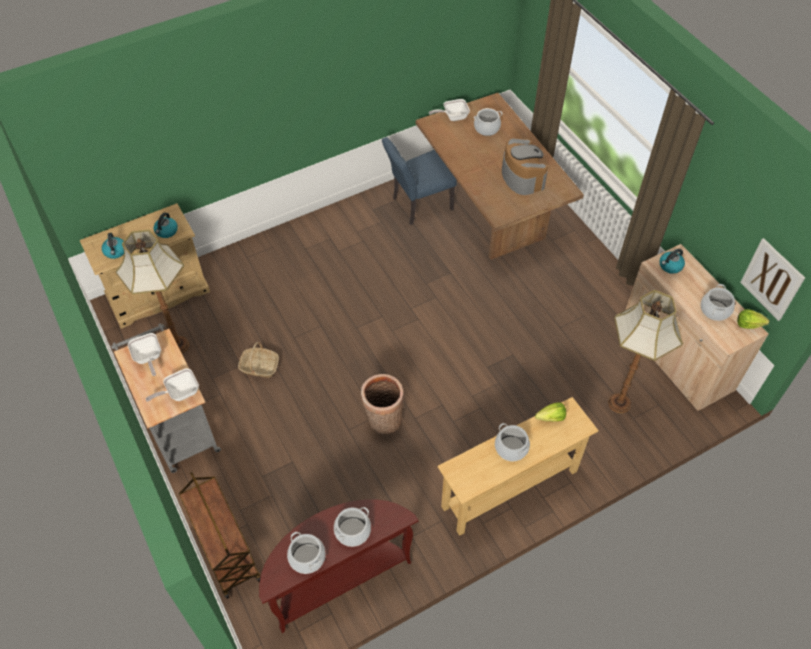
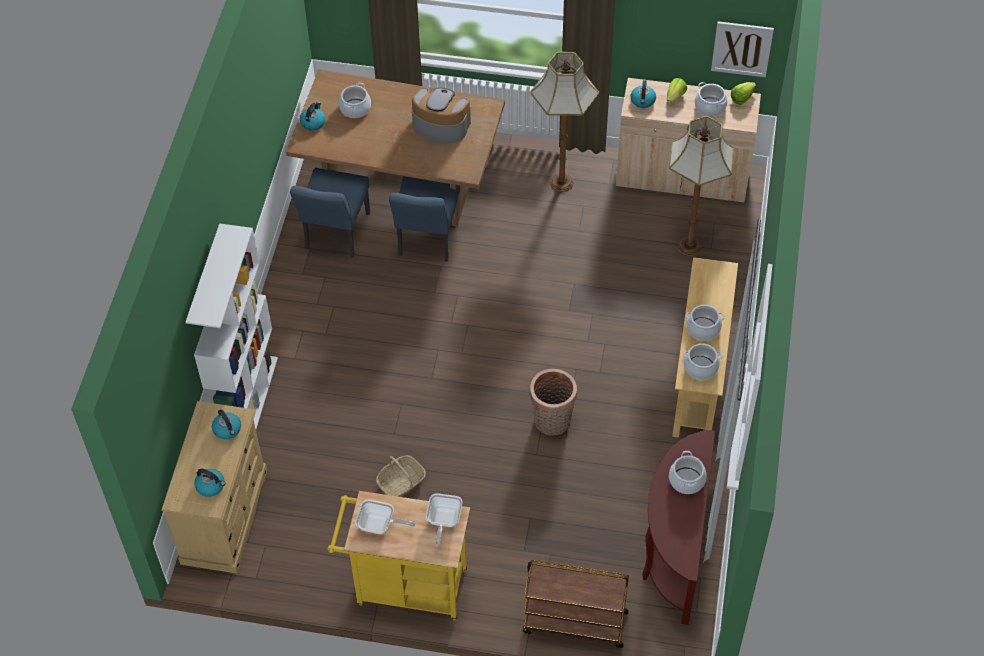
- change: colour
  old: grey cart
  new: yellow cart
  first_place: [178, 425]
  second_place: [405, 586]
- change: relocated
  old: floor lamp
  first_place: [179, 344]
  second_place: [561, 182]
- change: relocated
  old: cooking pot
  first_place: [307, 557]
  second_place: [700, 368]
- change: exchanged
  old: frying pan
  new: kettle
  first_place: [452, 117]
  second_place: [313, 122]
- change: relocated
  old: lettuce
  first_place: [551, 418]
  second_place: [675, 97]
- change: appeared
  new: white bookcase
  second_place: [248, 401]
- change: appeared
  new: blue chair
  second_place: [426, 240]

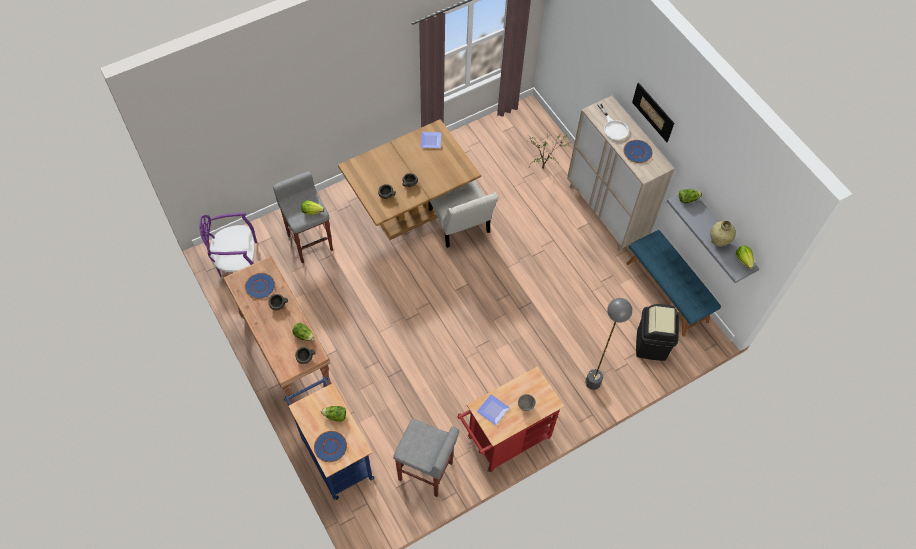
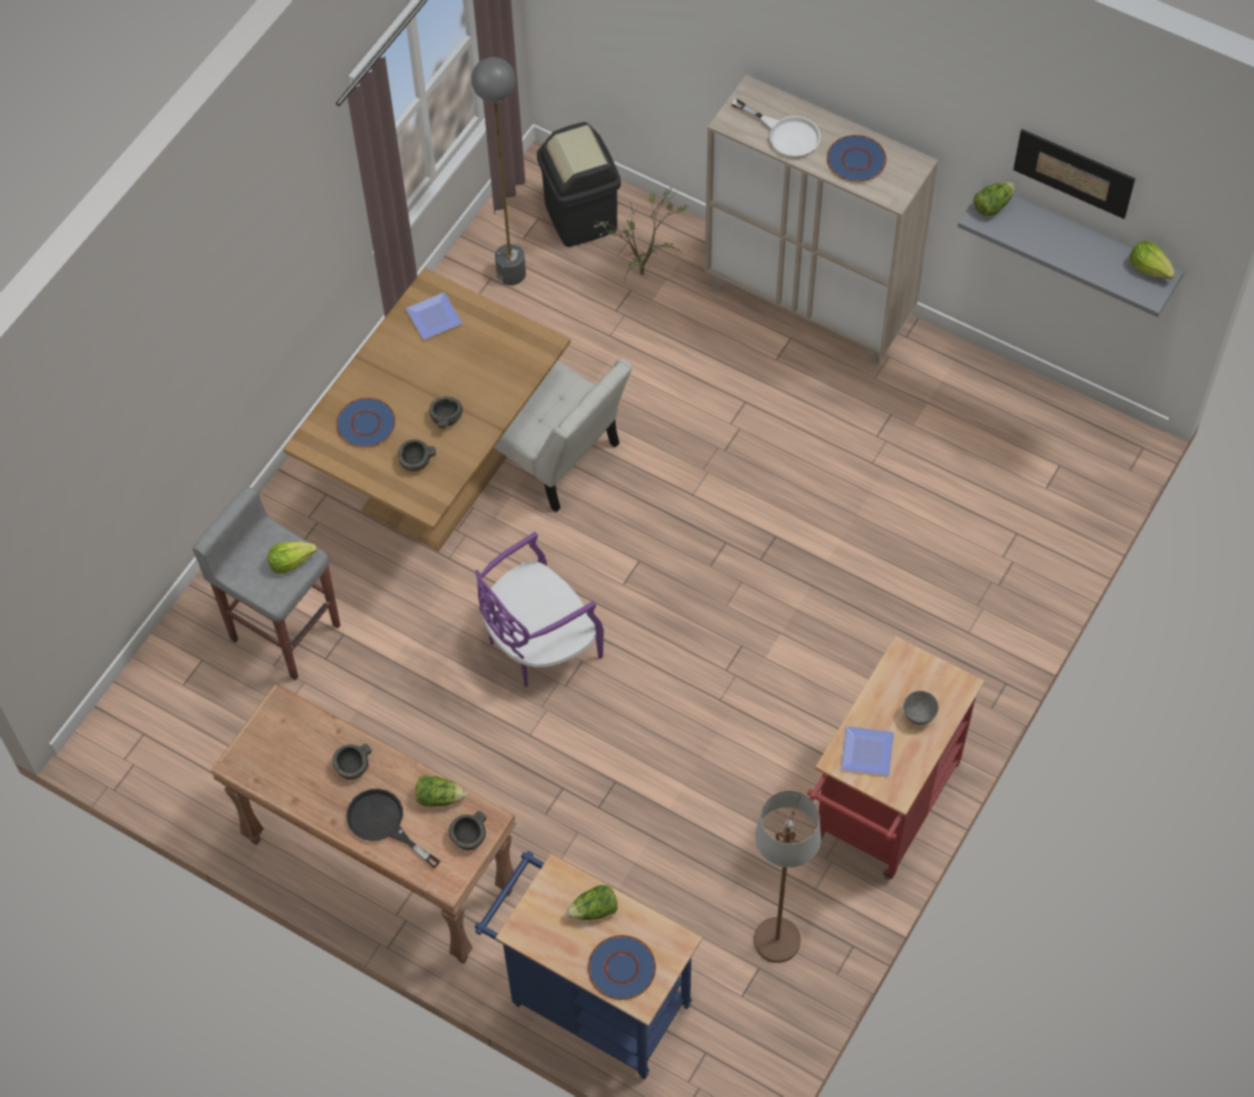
- change: relocated
  old: purple chair
  first_place: [237, 262]
  second_place: [539, 644]
- change: relocated
  old: blue plate
  first_place: [260, 286]
  second_place: [366, 423]
- change: exchanged
  old: grey stool
  new: brown floor lamp
  first_place: [426, 472]
  second_place: [777, 941]
- change: relocated
  old: grey floor lamp
  first_place: [593, 382]
  second_place: [511, 273]
- change: missing
  old: blue bench
  first_place: [667, 292]
- change: relocated
  old: picture
  first_place: [653, 112]
  second_place: [1073, 173]
- change: relocated
  old: black trash can
  first_place: [651, 345]
  second_place: [581, 217]
- change: missing
  old: beige vase
  first_place: [718, 241]
- change: appeared
  new: black frying pan
  second_place: [383, 824]

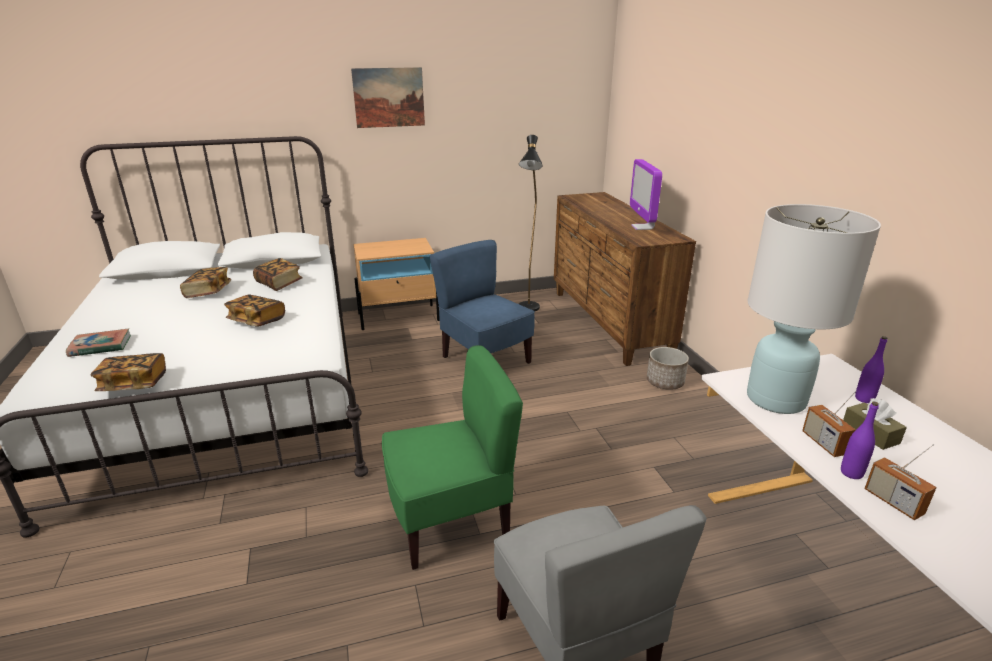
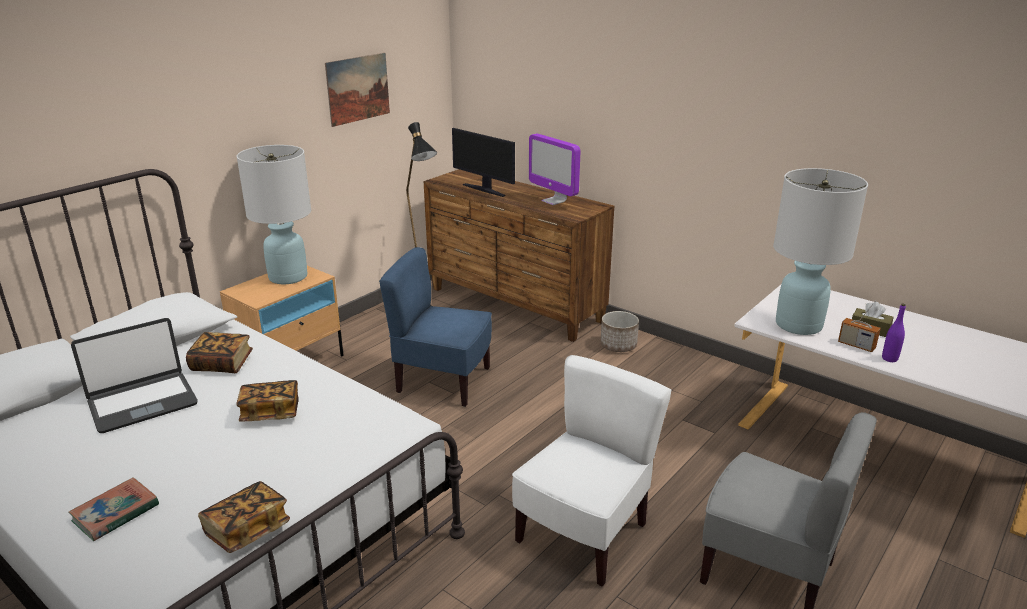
- change: exchanged
  old: book
  new: laptop
  first_place: [208, 292]
  second_place: [142, 403]
- change: relocated
  old: picture
  first_place: [389, 97]
  second_place: [358, 89]
- change: colour
  old: green chair
  new: white chair
  first_place: [450, 520]
  second_place: [584, 534]
- change: missing
  old: purple bottle
  first_place: [864, 399]
- change: missing
  old: radio
  first_place: [893, 502]
- change: appeared
  new: white table lamp
  second_place: [287, 277]
- change: appeared
  new: monitor
  second_place: [484, 190]

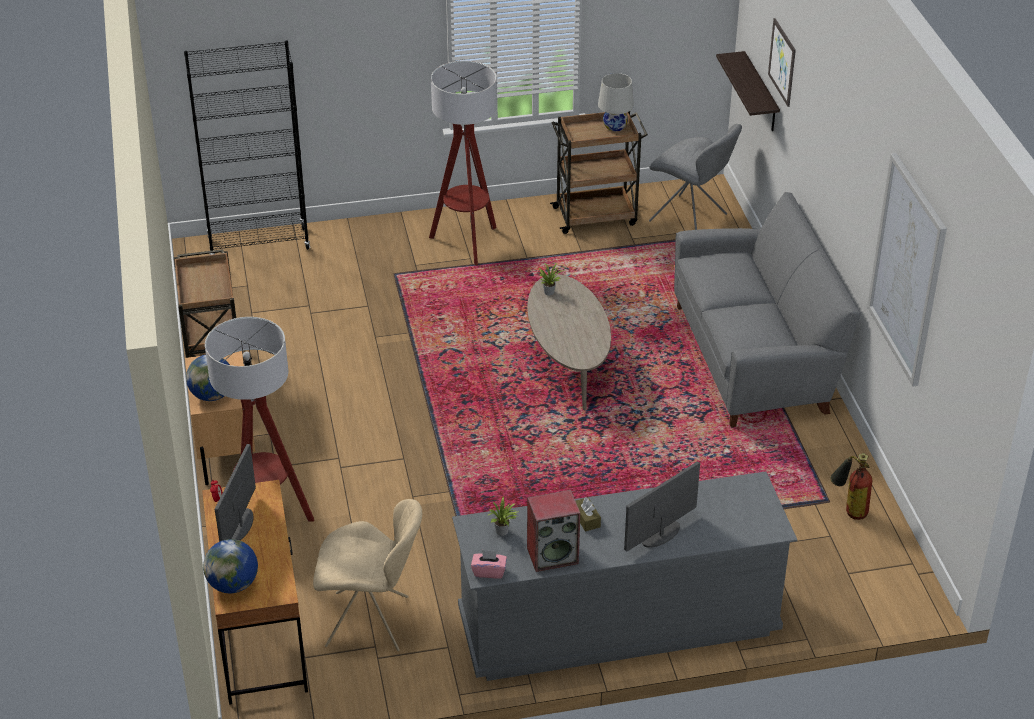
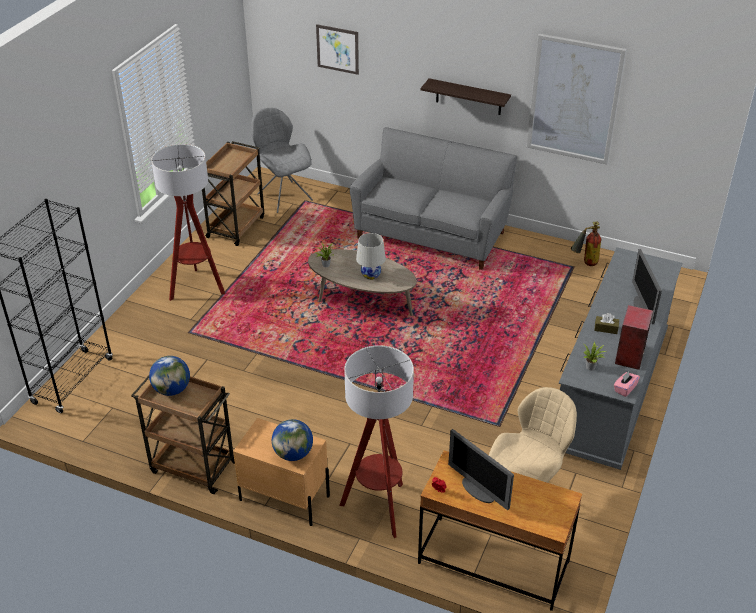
- change: relocated
  old: globe
  first_place: [233, 584]
  second_place: [172, 390]
- change: relocated
  old: white table lamp
  first_place: [615, 126]
  second_place: [371, 275]
- change: spun
  old: grey chair
  first_place: [690, 219]
  second_place: [284, 196]
  degrees: -105
- change: relocated
  old: shelf
  first_place: [760, 93]
  second_place: [468, 97]

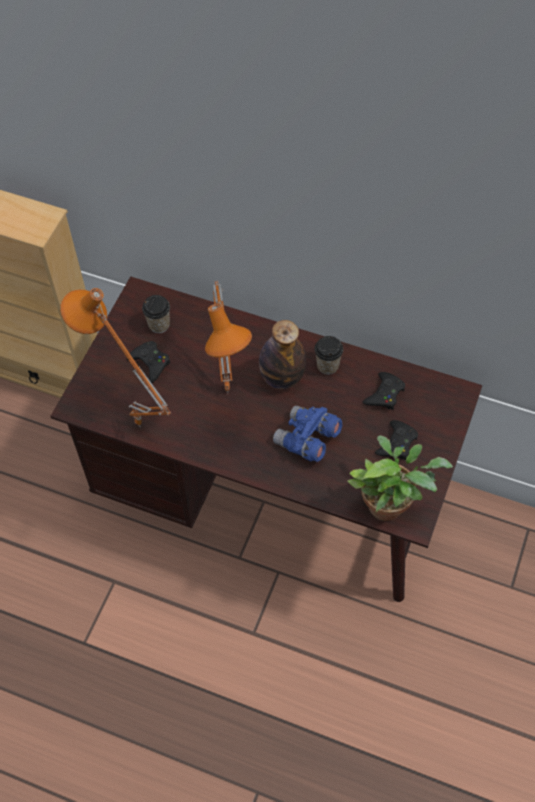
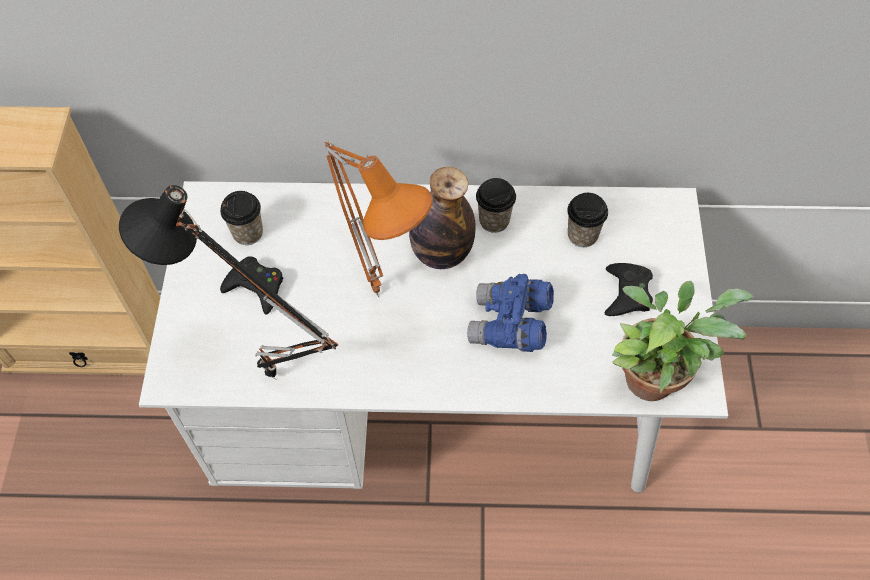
- change: colour
  old: brown desk
  new: white desk
  first_place: [271, 501]
  second_place: [438, 419]
- change: colour
  old: orange table lamp
  new: black table lamp
  first_place: [135, 427]
  second_place: [268, 381]
- change: exchanged
  old: black game controller
  new: cup
  first_place: [384, 394]
  second_place: [582, 235]

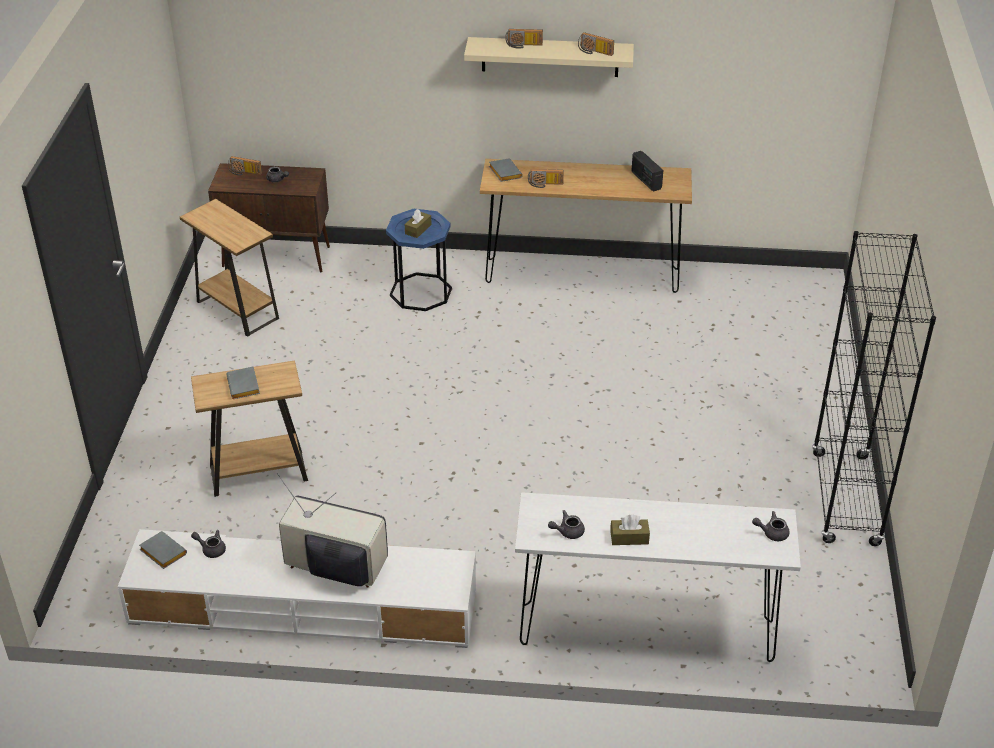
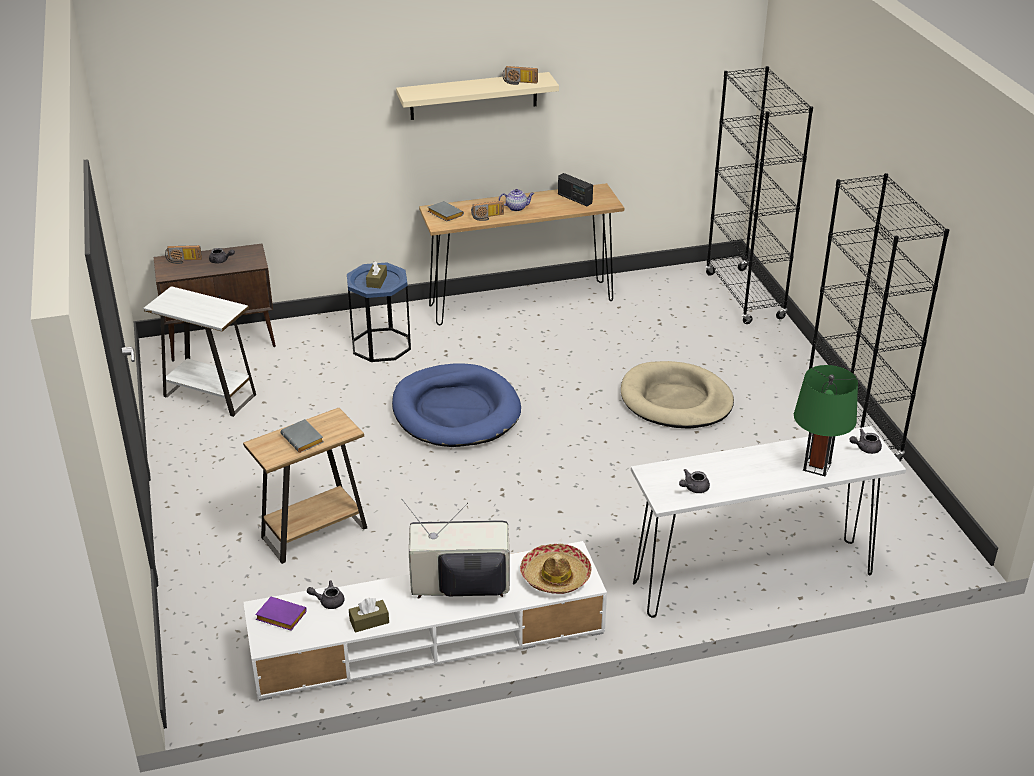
- change: colour
  old: grey book
  new: purple book
  first_place: [161, 553]
  second_place: [279, 617]
- change: colour
  old: brown side table
  new: white side table
  first_place: [237, 310]
  second_place: [210, 395]
- change: missing
  old: radio
  first_place: [523, 45]
- change: relocated
  old: brown tissue box
  first_place: [629, 538]
  second_place: [369, 621]
- change: appeared
  new: blue dog bed
  second_place: [455, 411]
- change: appeared
  new: teapot
  second_place: [516, 208]
- change: appeared
  new: hat
  second_place: [555, 576]
- change: appeared
  new: beige dog bed
  second_place: [676, 400]
- change: appeared
  new: black bookcase
  second_place: [744, 296]
- change: appeared
  new: green table lamp
  second_place: [817, 466]

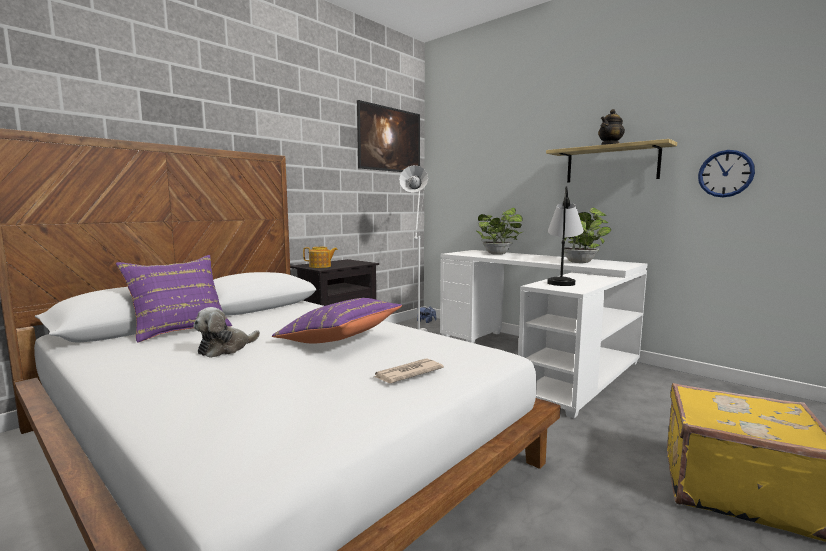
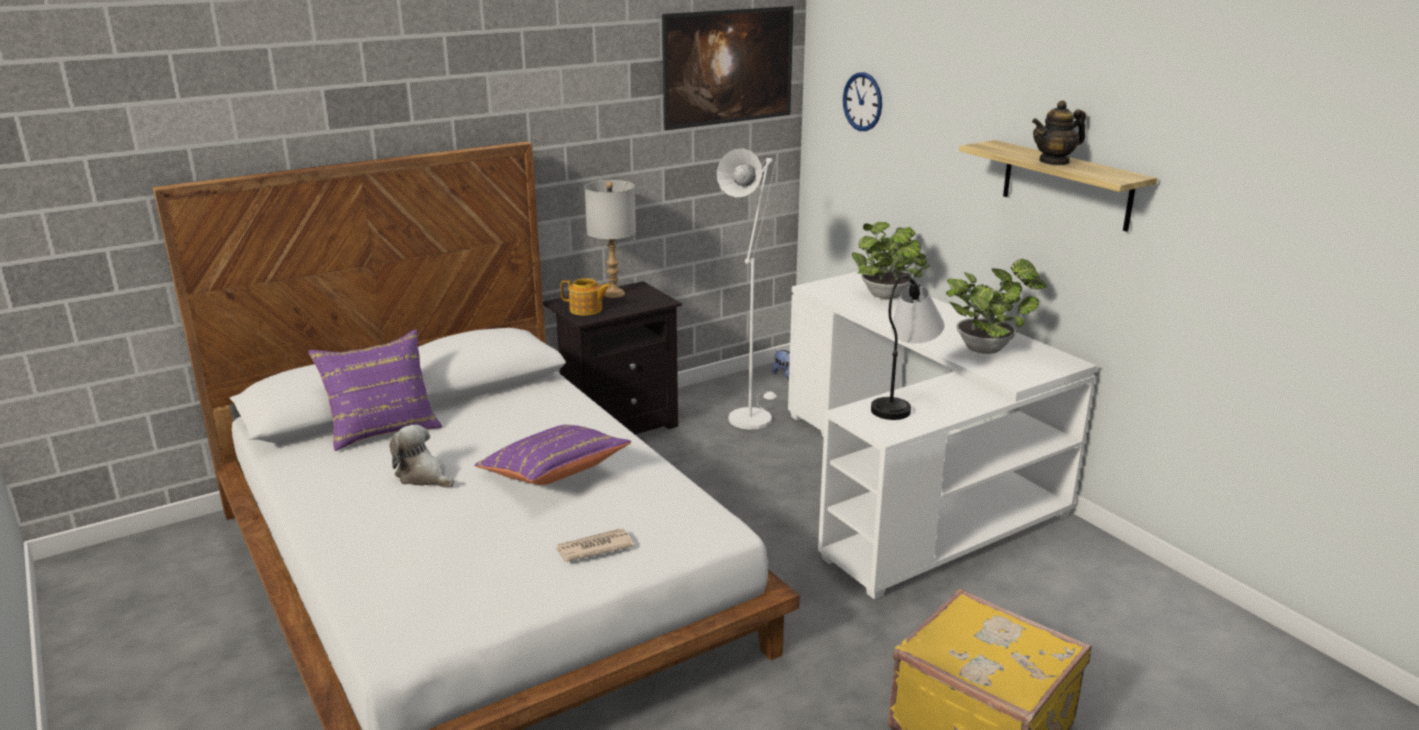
- change: spun
  old: plush toy
  first_place: [225, 349]
  second_place: [424, 476]
  degrees: 75
- change: relocated
  old: wall clock
  first_place: [725, 173]
  second_place: [862, 101]
- change: appeared
  new: grey table lamp
  second_place: [613, 294]

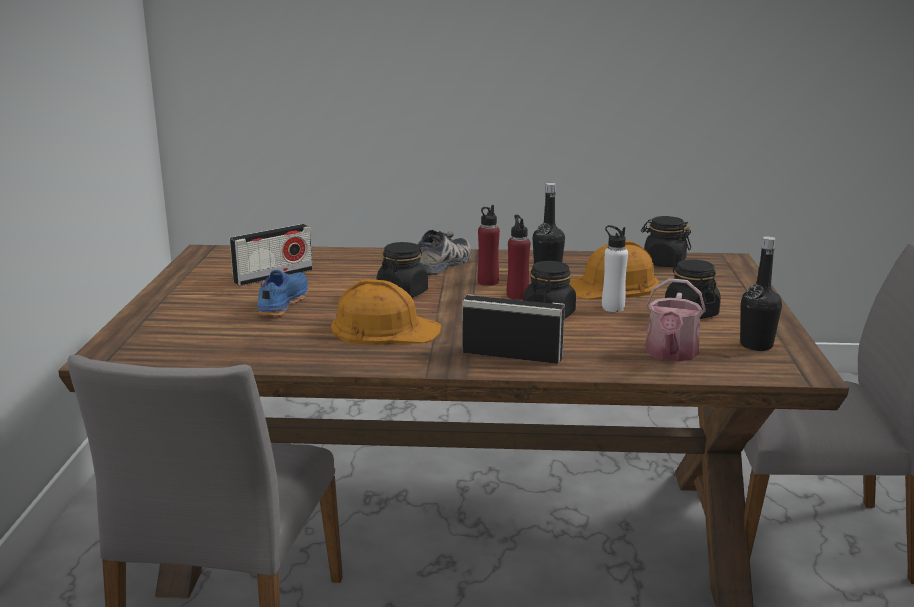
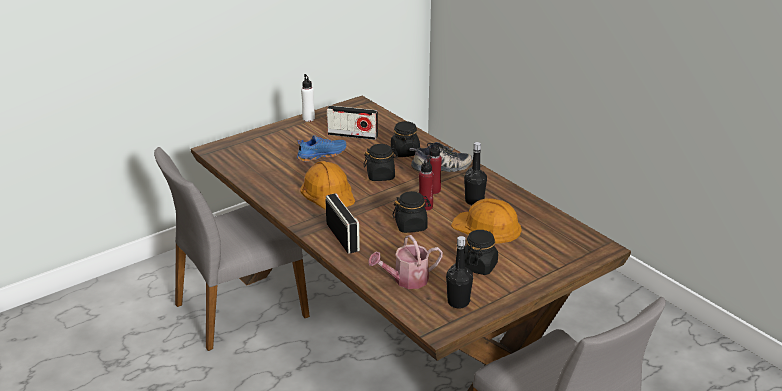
- change: relocated
  old: white bottle
  first_place: [612, 307]
  second_place: [308, 118]
- change: relocated
  old: black jar
  first_place: [664, 263]
  second_place: [405, 152]

